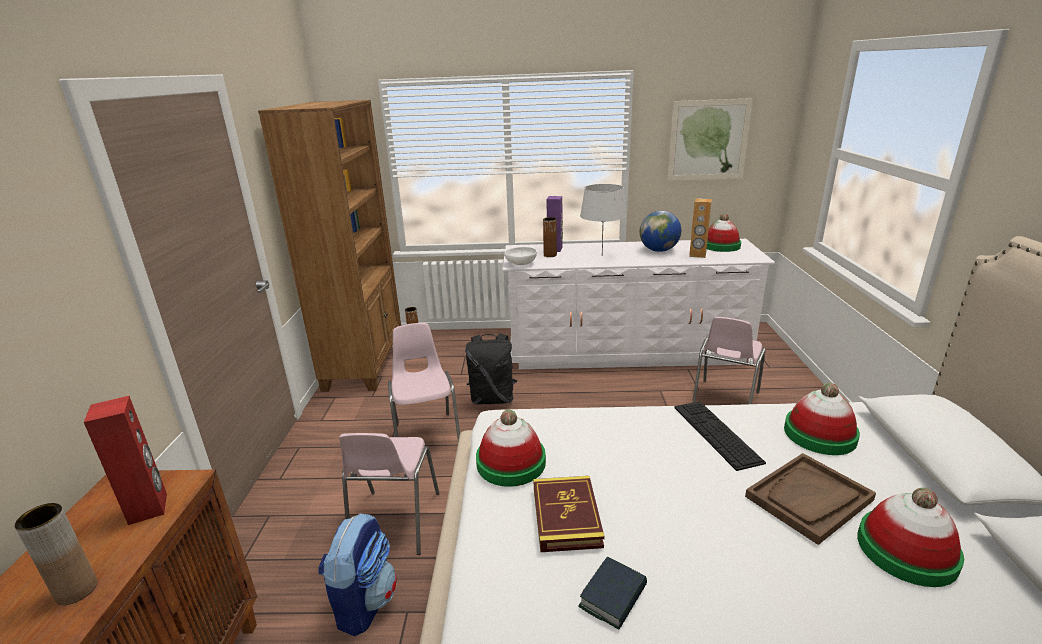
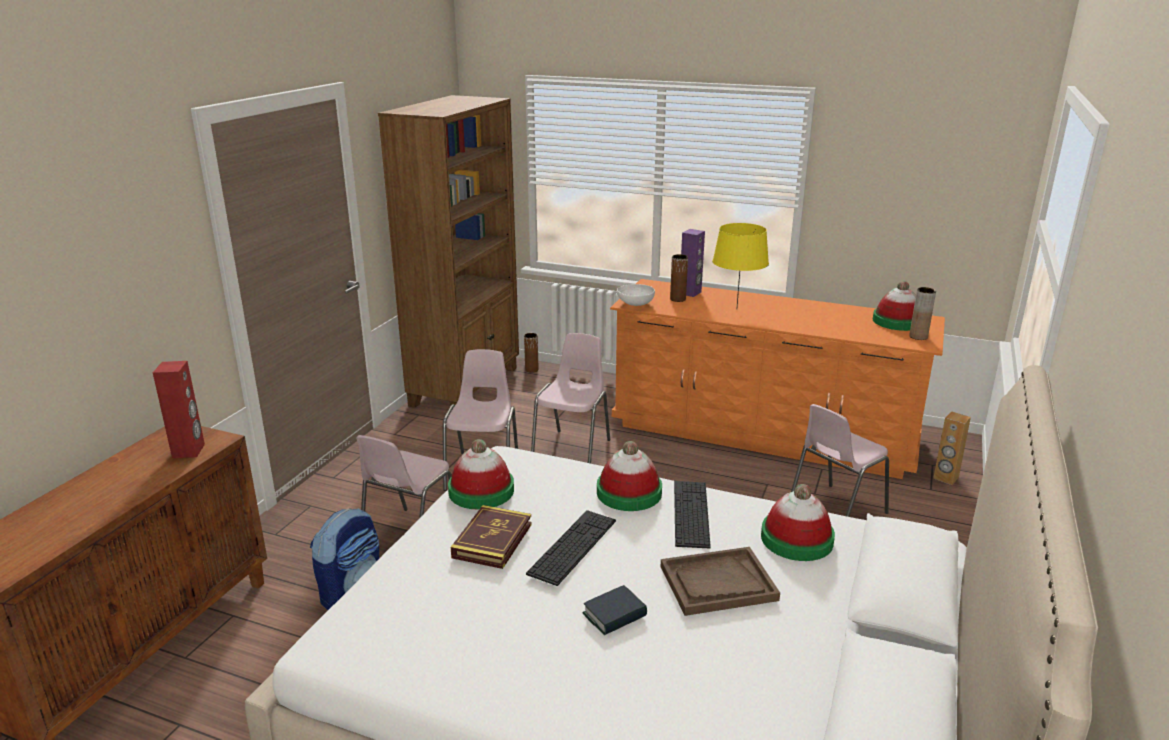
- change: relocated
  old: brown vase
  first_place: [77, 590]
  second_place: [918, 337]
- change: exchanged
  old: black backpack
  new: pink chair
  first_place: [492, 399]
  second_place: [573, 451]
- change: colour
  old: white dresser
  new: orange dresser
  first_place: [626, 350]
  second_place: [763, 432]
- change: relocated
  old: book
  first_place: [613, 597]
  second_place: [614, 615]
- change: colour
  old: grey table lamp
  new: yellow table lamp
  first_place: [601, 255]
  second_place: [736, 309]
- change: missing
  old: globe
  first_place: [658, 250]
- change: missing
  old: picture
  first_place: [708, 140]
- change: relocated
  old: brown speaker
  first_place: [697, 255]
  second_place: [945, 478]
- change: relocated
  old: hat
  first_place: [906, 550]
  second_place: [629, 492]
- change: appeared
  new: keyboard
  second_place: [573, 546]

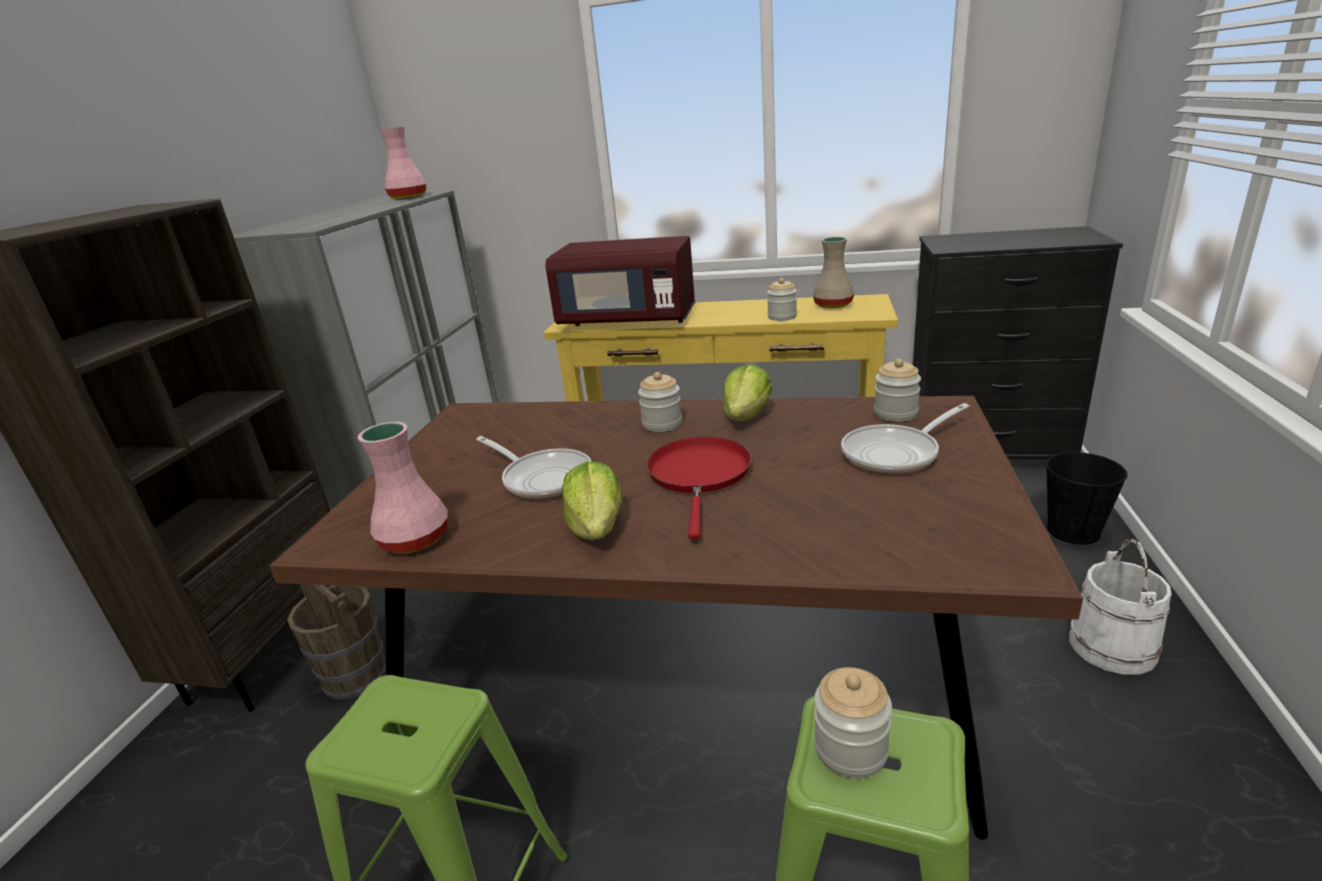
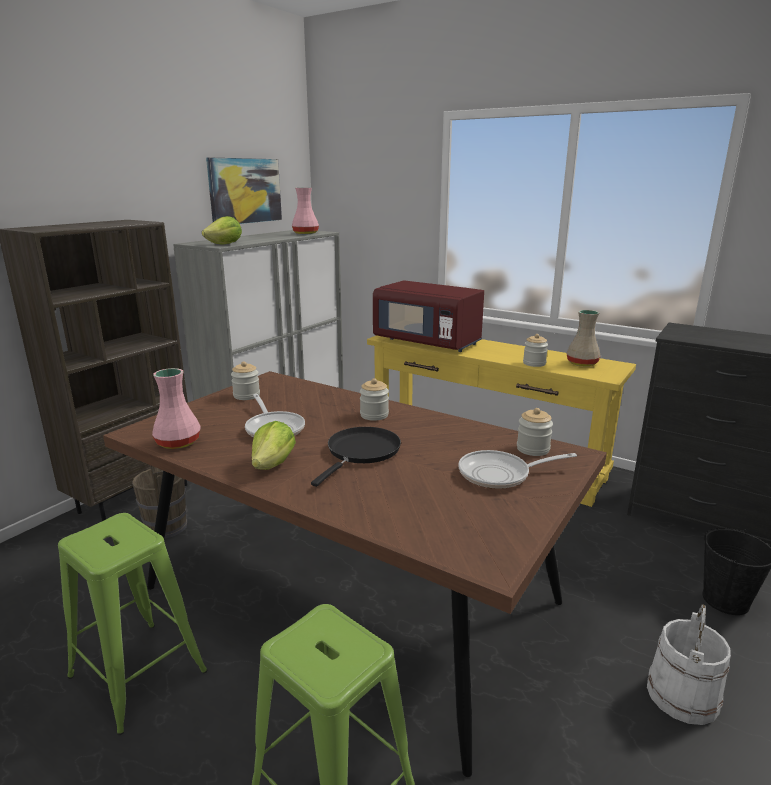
- change: colour
  old: red frying pan
  new: black frying pan
  first_place: [699, 475]
  second_place: [361, 452]
- change: relocated
  old: lettuce
  first_place: [747, 416]
  second_place: [225, 244]
- change: relocated
  old: jar
  first_place: [850, 749]
  second_place: [246, 395]
- change: appeared
  new: picture
  second_place: [245, 191]

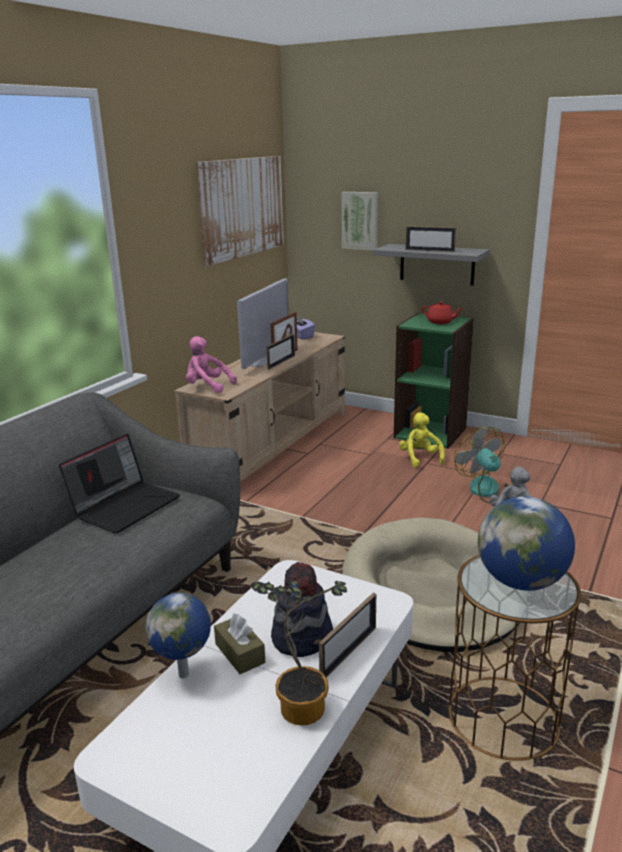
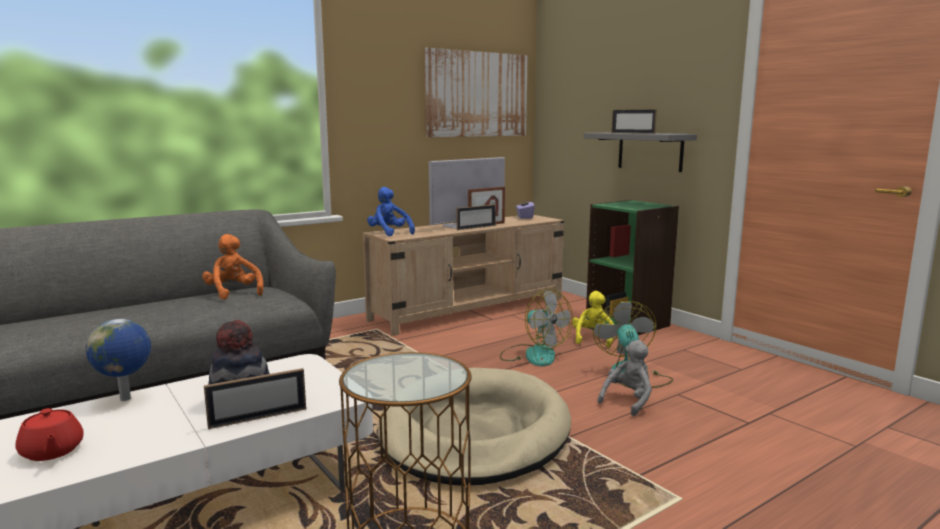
- change: exchanged
  old: laptop
  new: orange plush toy
  first_place: [125, 505]
  second_place: [233, 293]
- change: colour
  old: pink plush toy
  new: blue plush toy
  first_place: [207, 387]
  second_place: [389, 233]
- change: missing
  old: brown tissue box
  first_place: [240, 653]
- change: missing
  old: potted plant
  first_place: [300, 704]
- change: missing
  old: picture
  first_place: [360, 220]
- change: relocated
  old: red teapot
  first_place: [440, 322]
  second_place: [52, 452]
- change: missing
  old: globe
  first_place: [521, 581]
- change: appeared
  new: fan
  second_place: [533, 355]

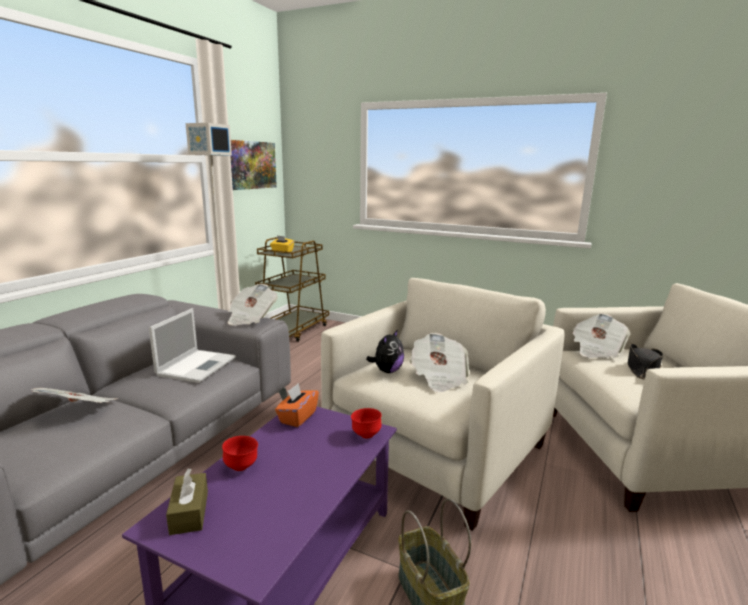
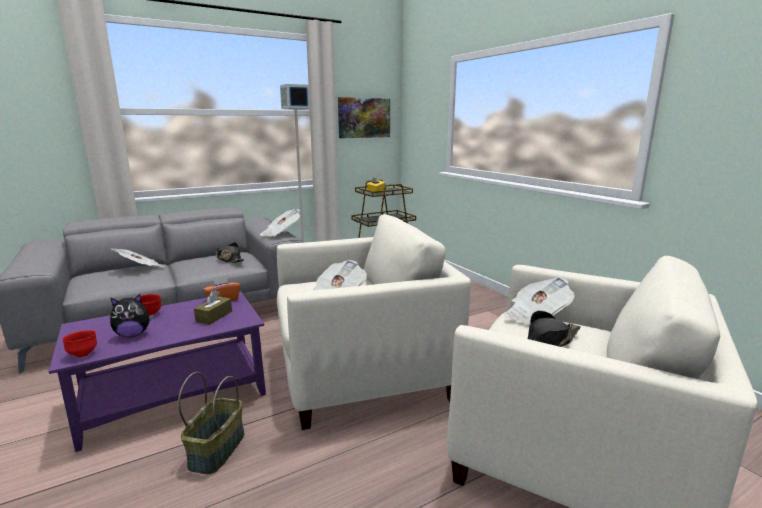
- change: exchanged
  old: laptop
  new: black hat
  first_place: [197, 365]
  second_place: [229, 259]
- change: relocated
  old: brown tissue box
  first_place: [189, 512]
  second_place: [214, 316]
- change: relocated
  old: red bowl
  first_place: [366, 435]
  second_place: [83, 354]
- change: relocated
  old: plush toy
  first_place: [387, 371]
  second_place: [133, 334]

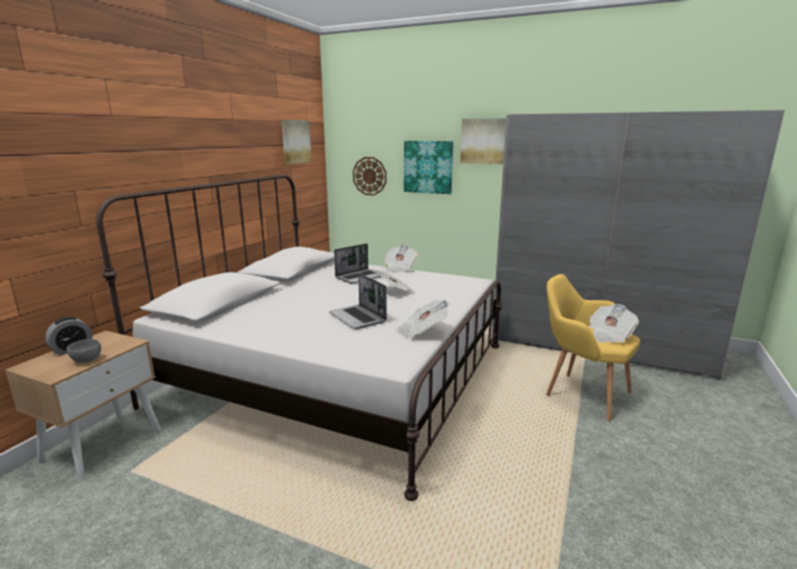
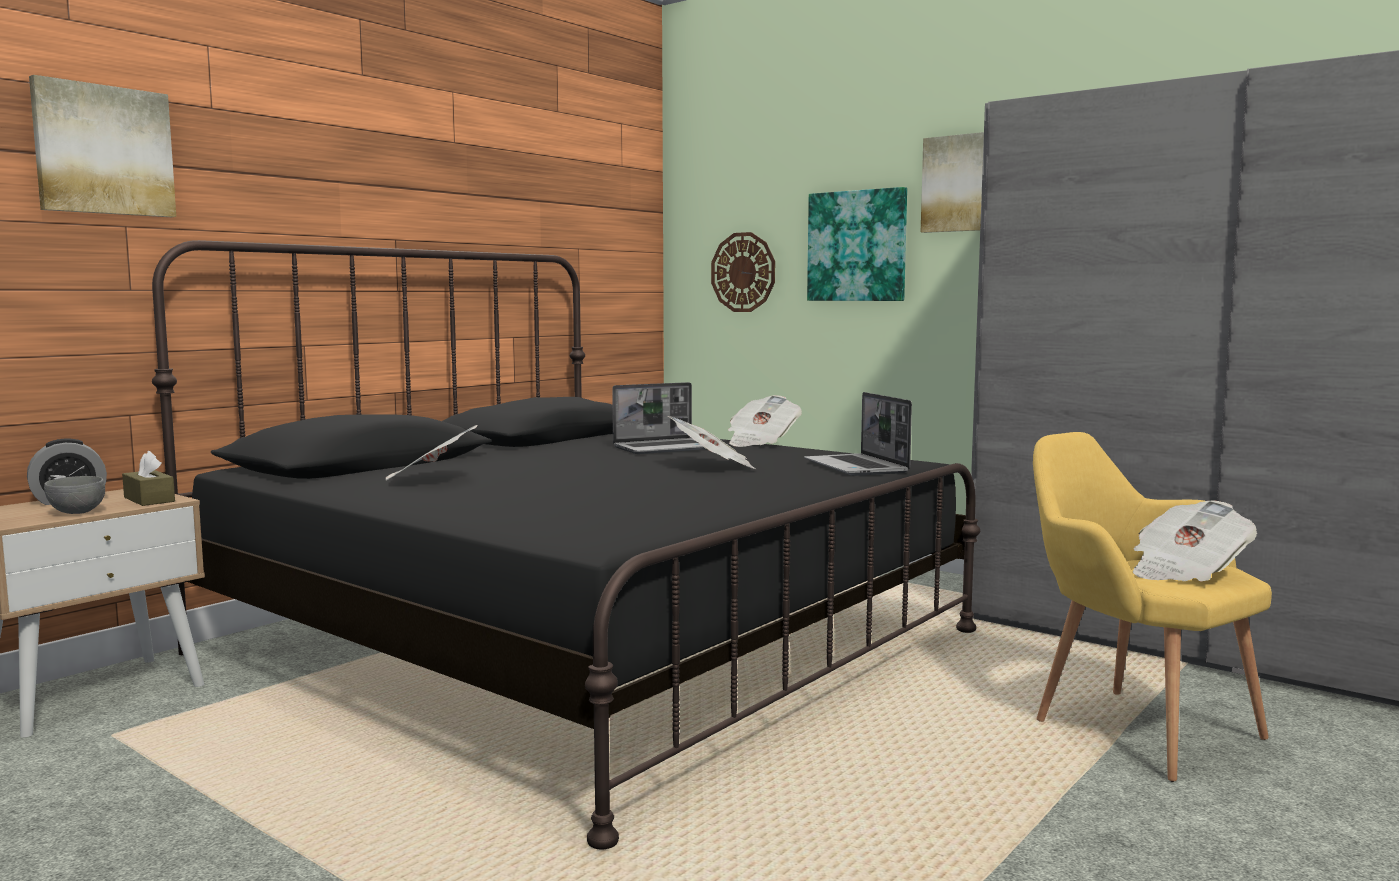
- change: colour
  old: white bed
  new: black bed
  first_place: [337, 374]
  second_place: [586, 642]
- change: relocated
  old: picture
  first_place: [295, 141]
  second_place: [104, 150]
- change: relocated
  old: laptop
  first_place: [358, 318]
  second_place: [857, 467]
- change: relocated
  old: newspaper
  first_place: [422, 331]
  second_place: [428, 480]
- change: appeared
  new: brown tissue box
  second_place: [149, 499]

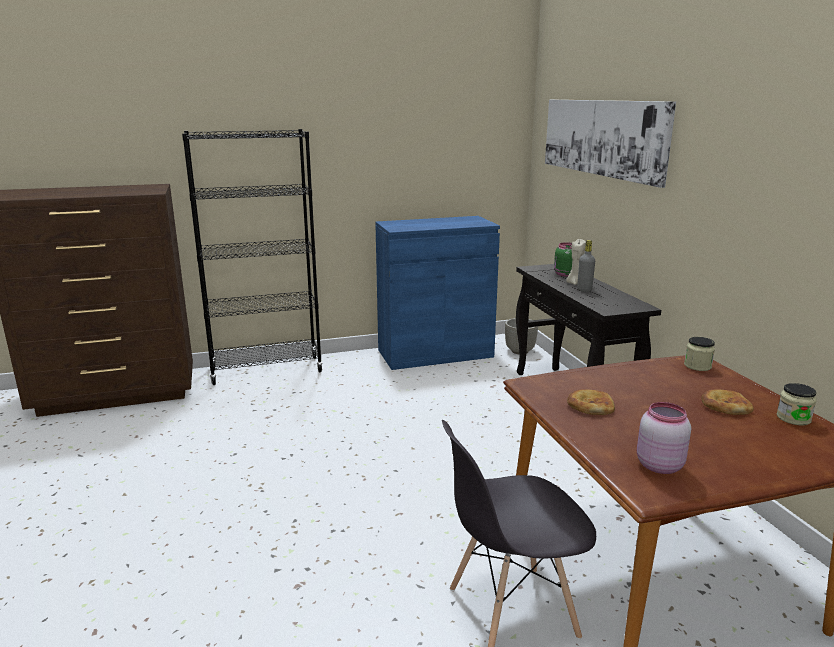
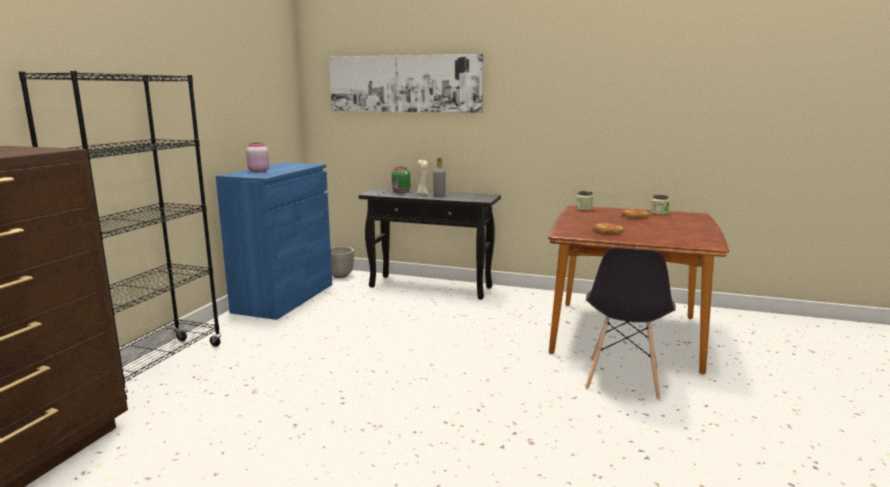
- change: relocated
  old: pink jar
  first_place: [658, 465]
  second_place: [258, 171]

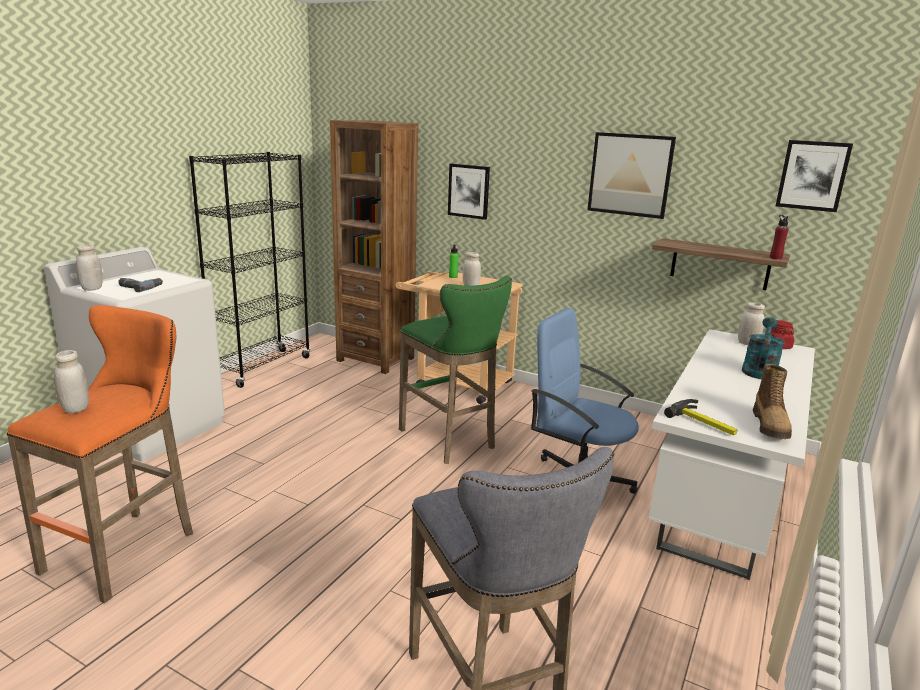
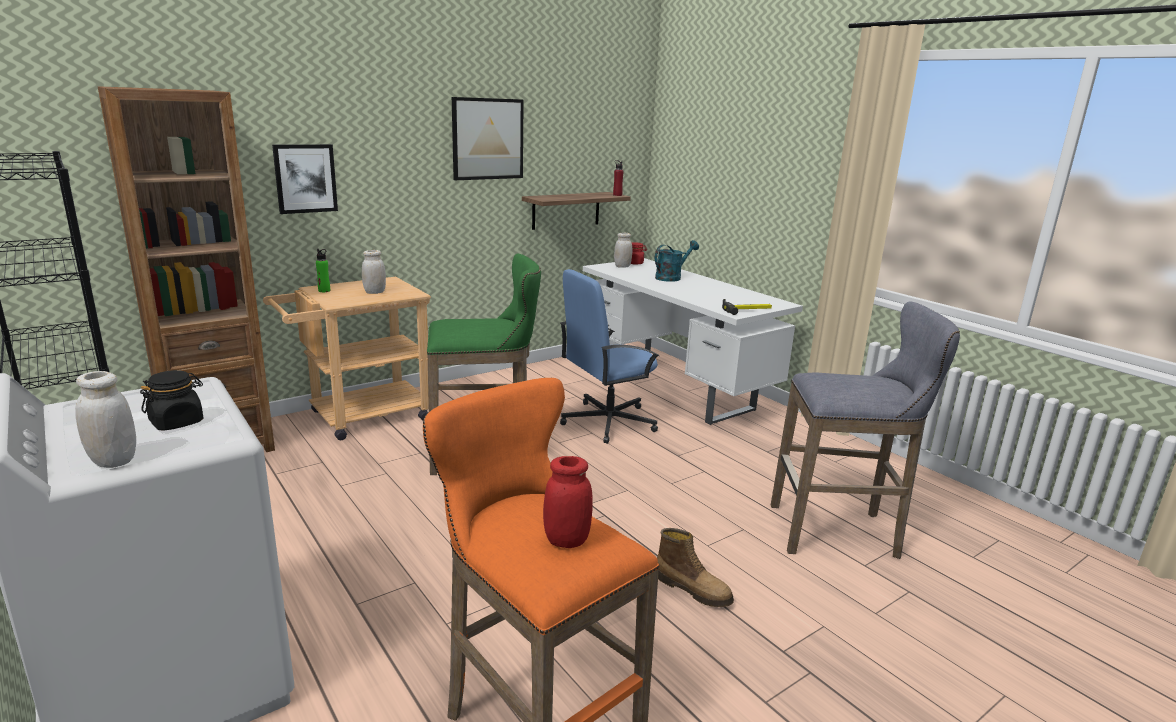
- change: colour
  old: white jar
  new: red jar
  first_place: [75, 408]
  second_place: [566, 540]
- change: exchanged
  old: power drill
  new: black jar
  first_place: [140, 287]
  second_place: [177, 422]
- change: spun
  old: turquoise watering can
  first_place: [759, 370]
  second_place: [671, 277]
  degrees: 90
- change: relocated
  old: boot
  first_place: [771, 426]
  second_place: [693, 589]
- change: missing
  old: picture
  first_place: [812, 175]

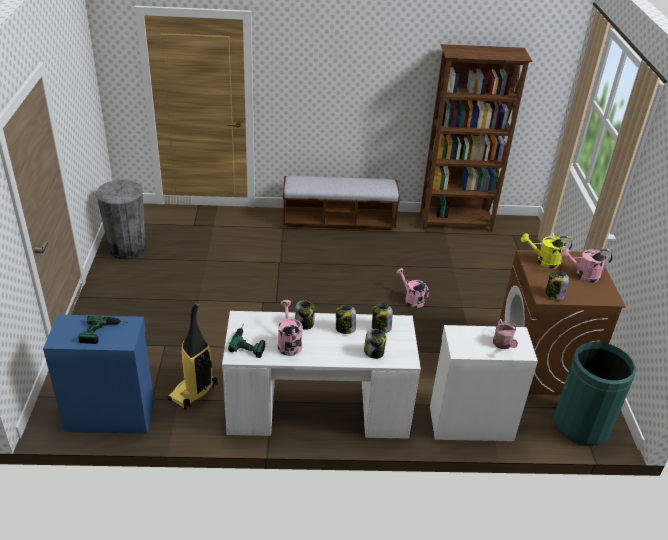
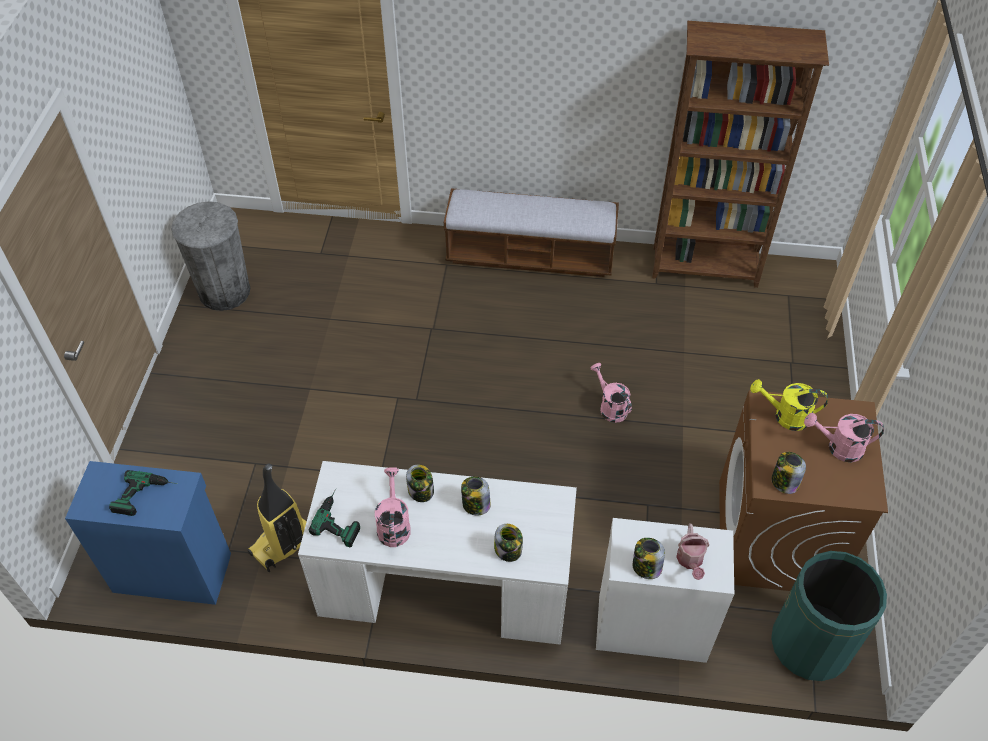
- change: relocated
  old: jar
  first_place: [381, 327]
  second_place: [646, 567]

